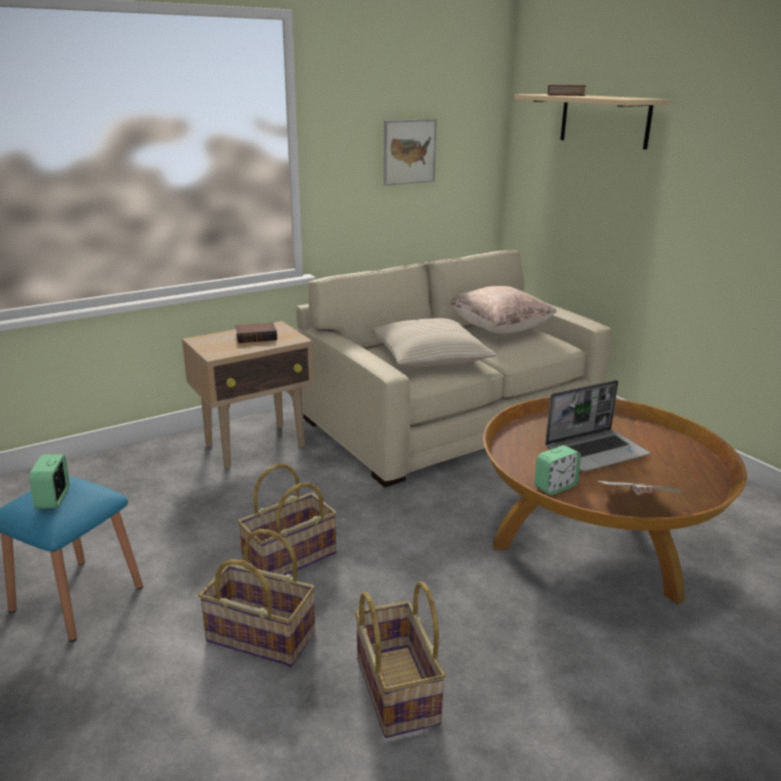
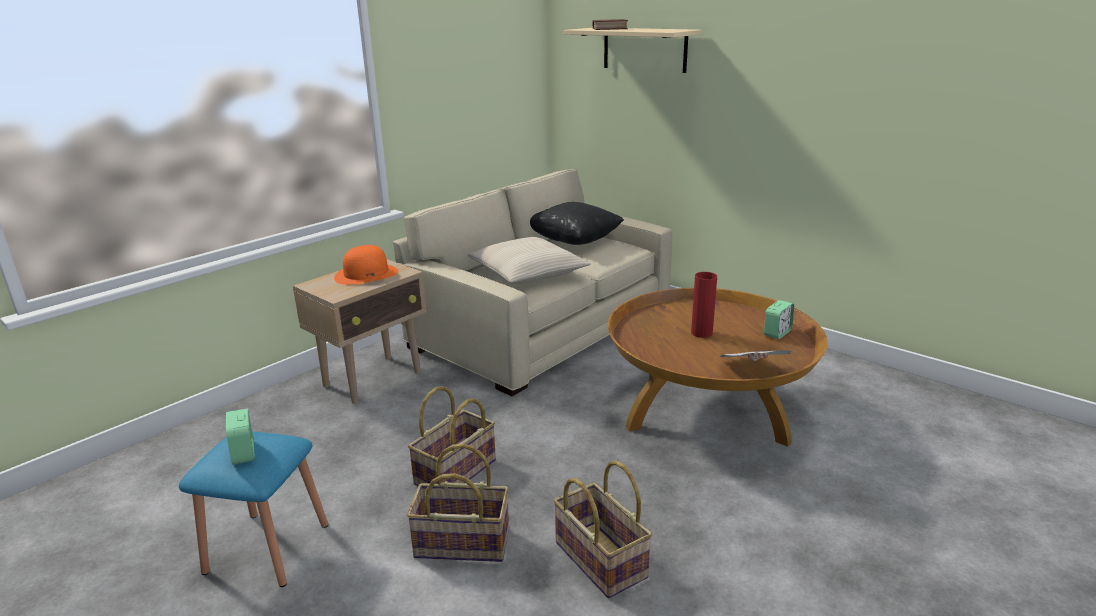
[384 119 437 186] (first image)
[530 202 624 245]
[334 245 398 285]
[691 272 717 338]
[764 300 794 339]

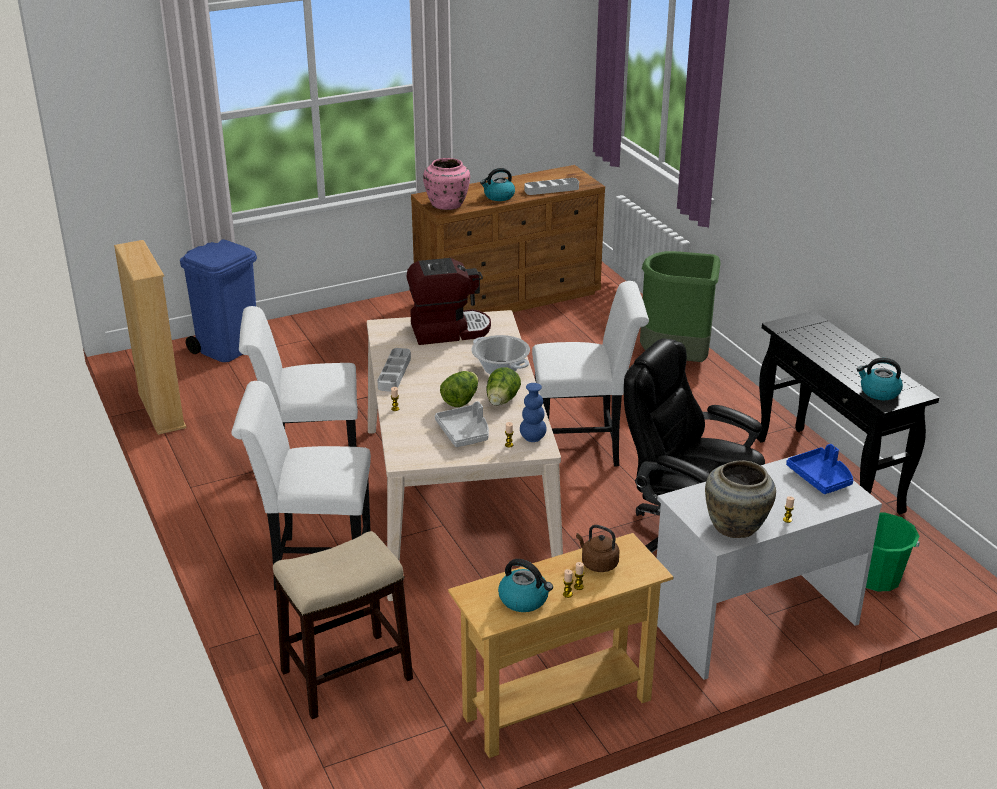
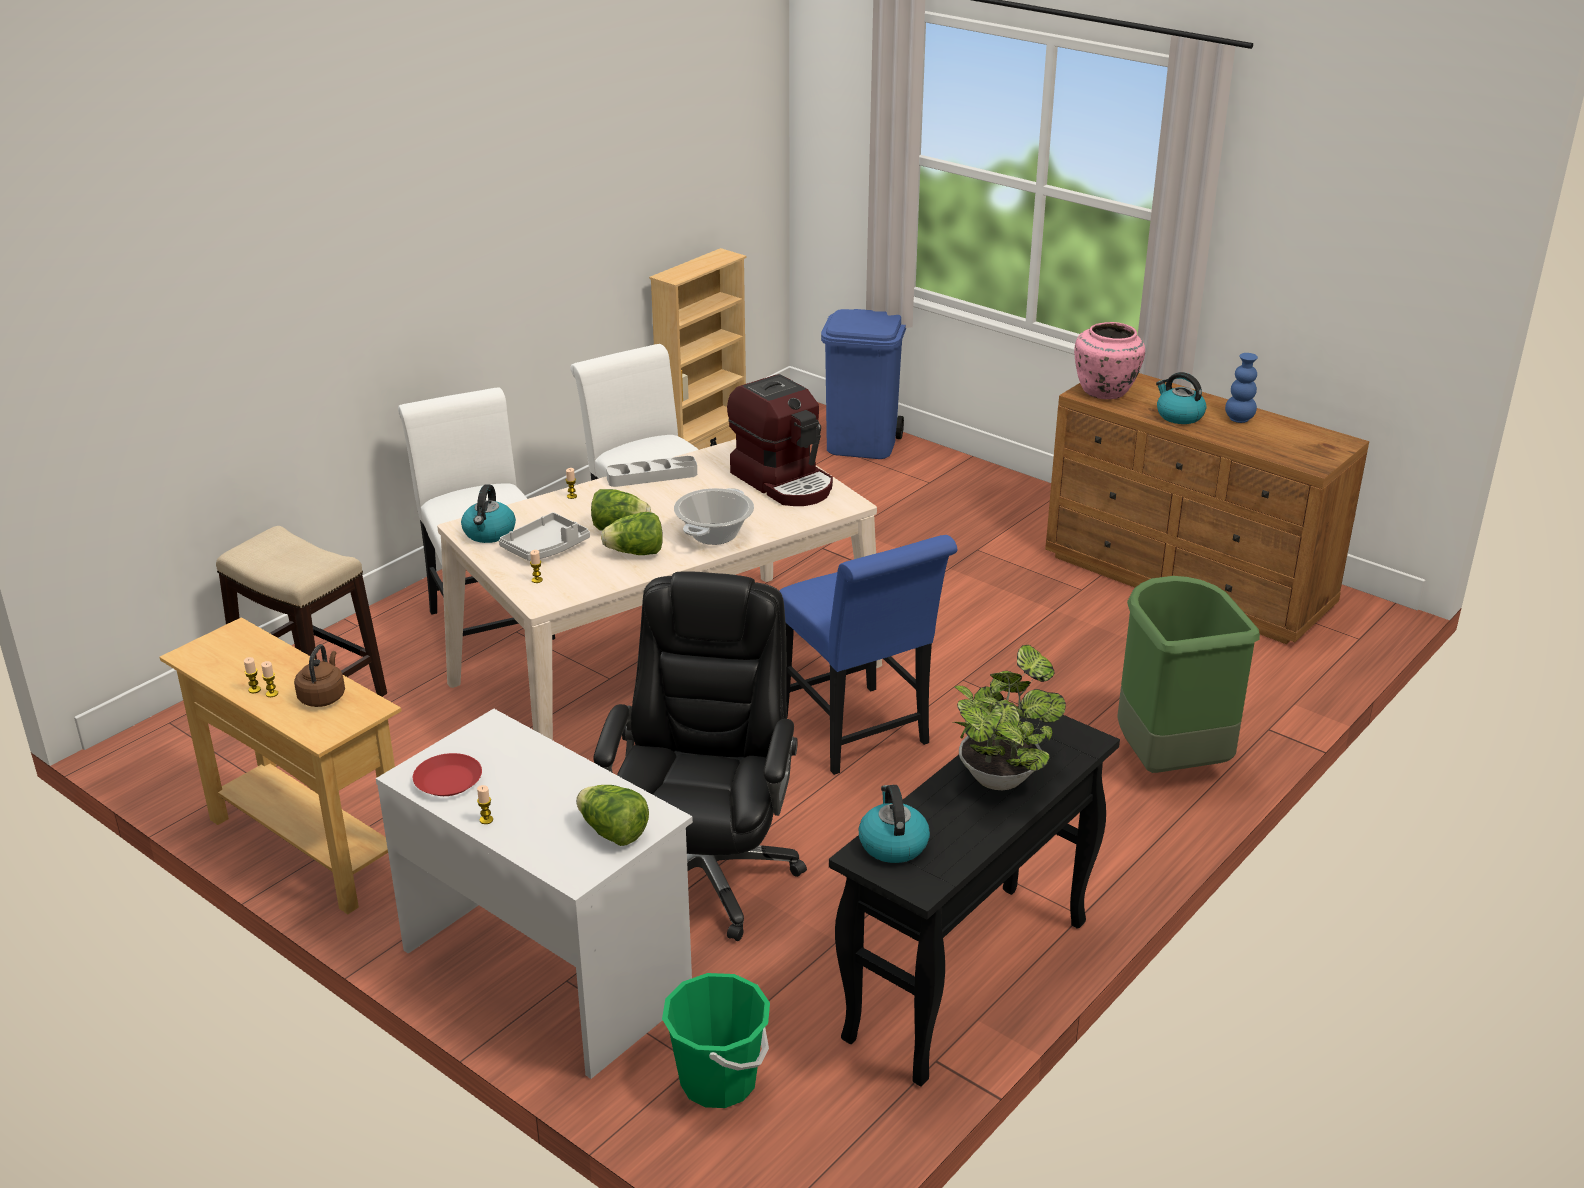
[525 178 579 195] (first image)
[779 535 957 775]
[1225 353 1258 423]
[576 785 649 846]
[413 753 482 796]
[461 484 516 543]
[952 645 1066 790]

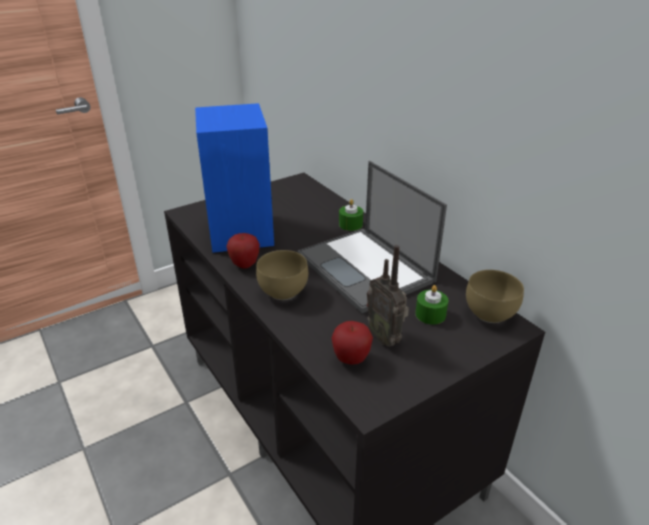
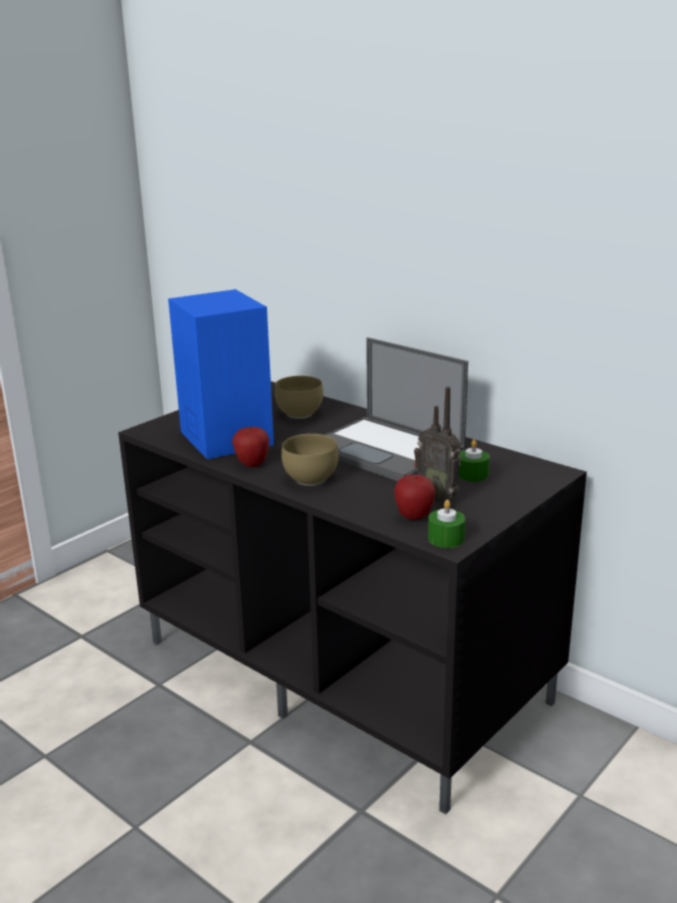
[428 500 465 548]
[275 376 323 419]

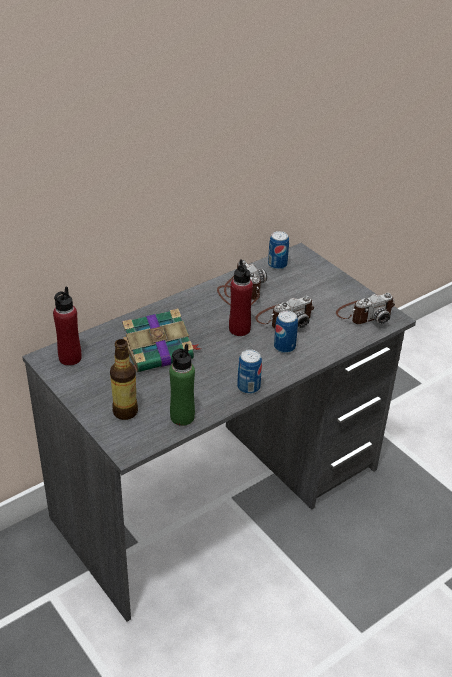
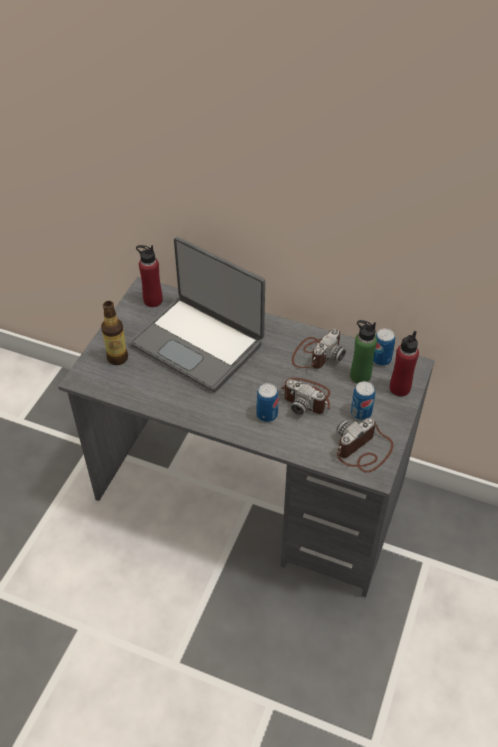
[390 331 419 396]
[337 418 393 472]
[130 237 265 392]
[350 320 377 384]
[351 381 375 420]

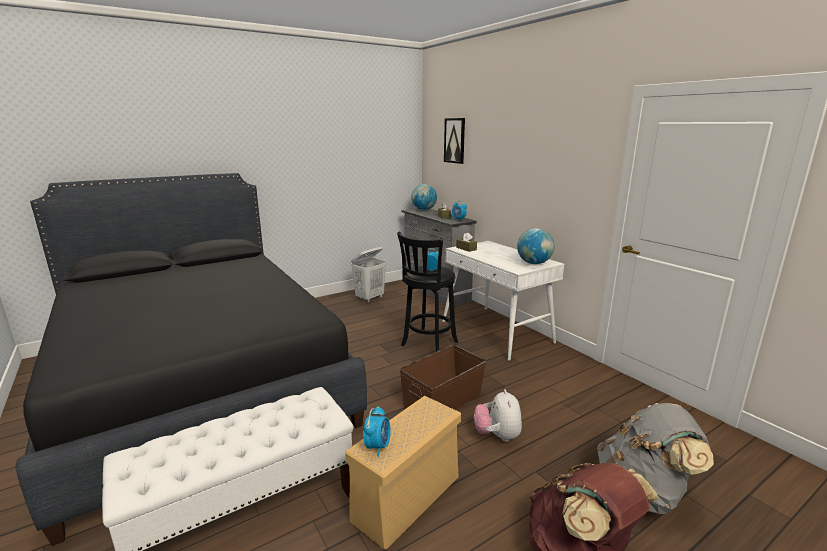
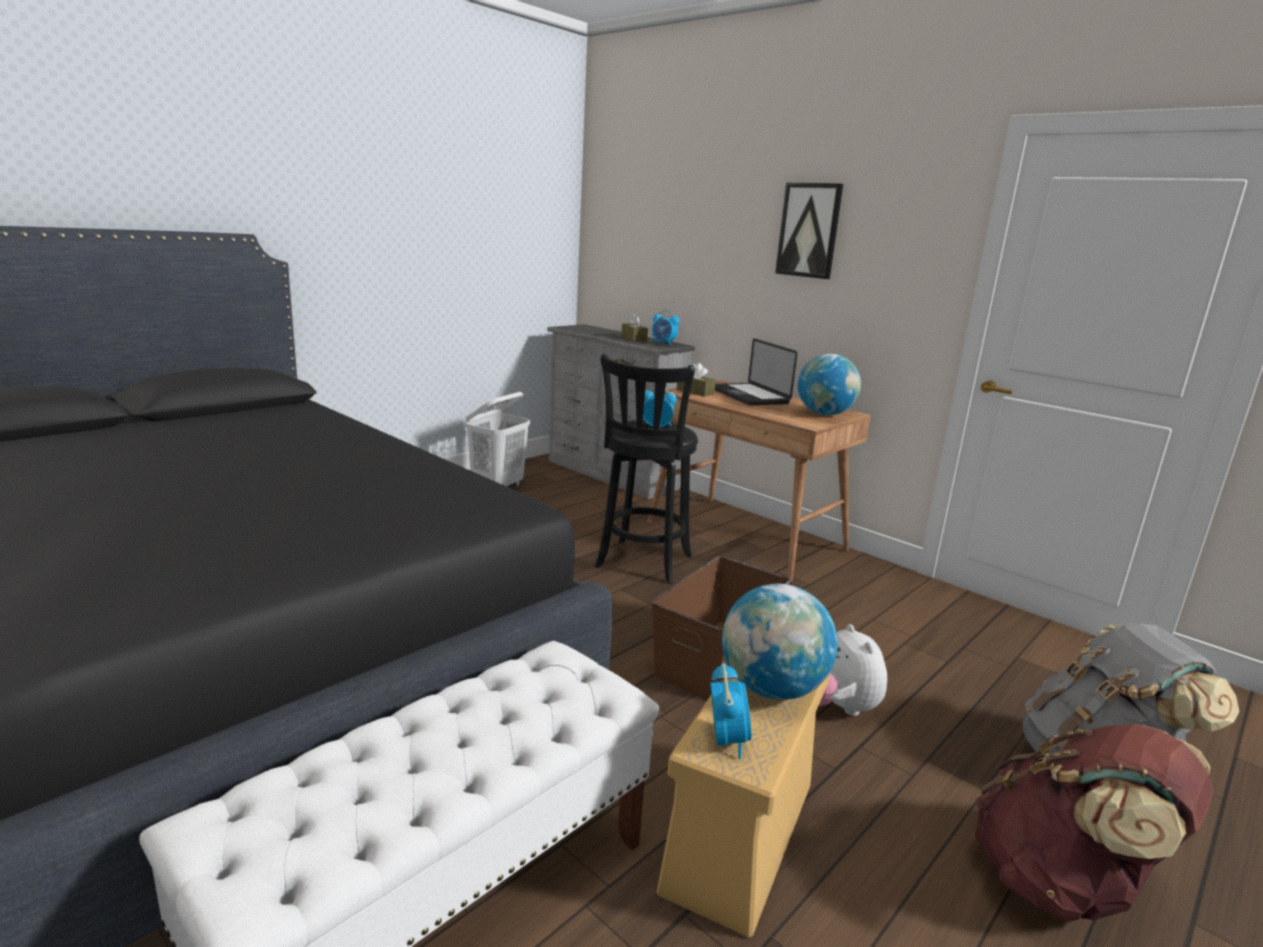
[775 183 843 279]
[722 584 838 700]
[647 380 871 582]
[715 338 798 406]

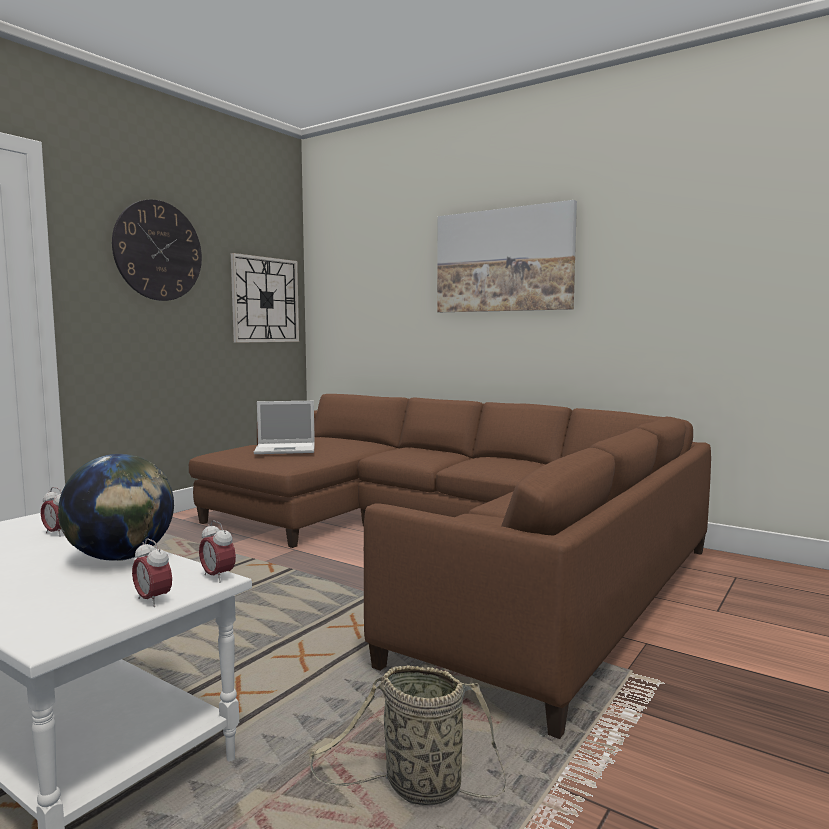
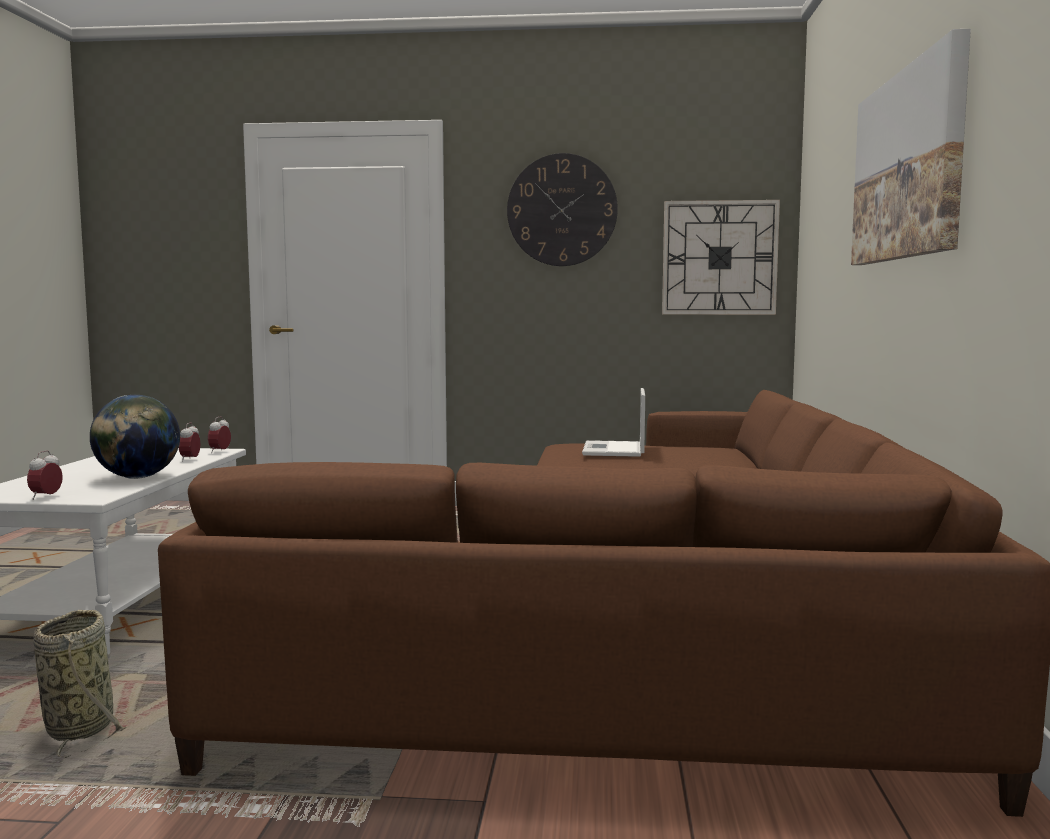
[582 388 645 457]
[208 416 231 453]

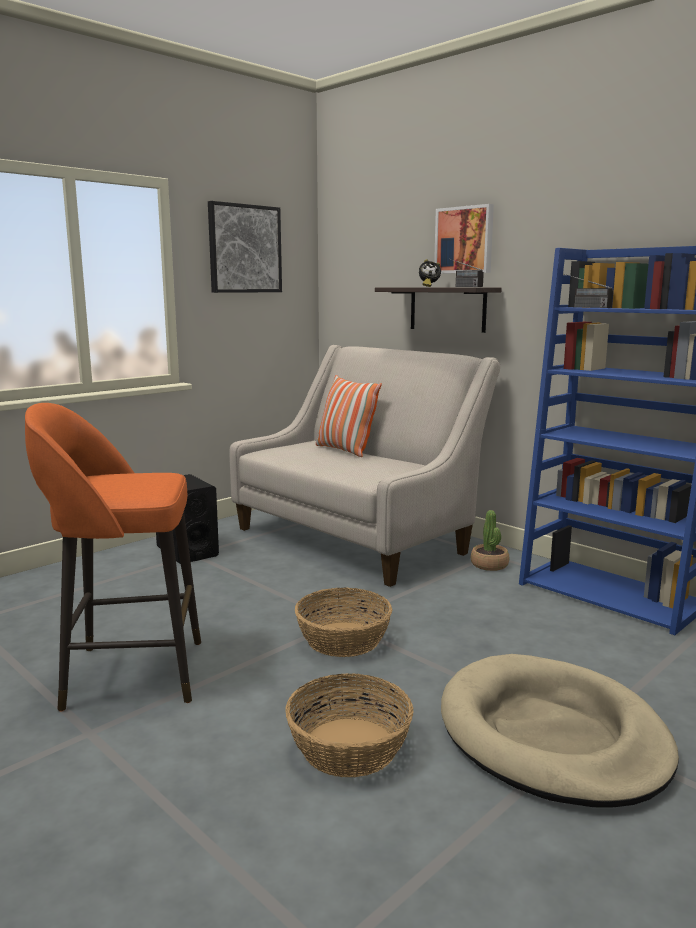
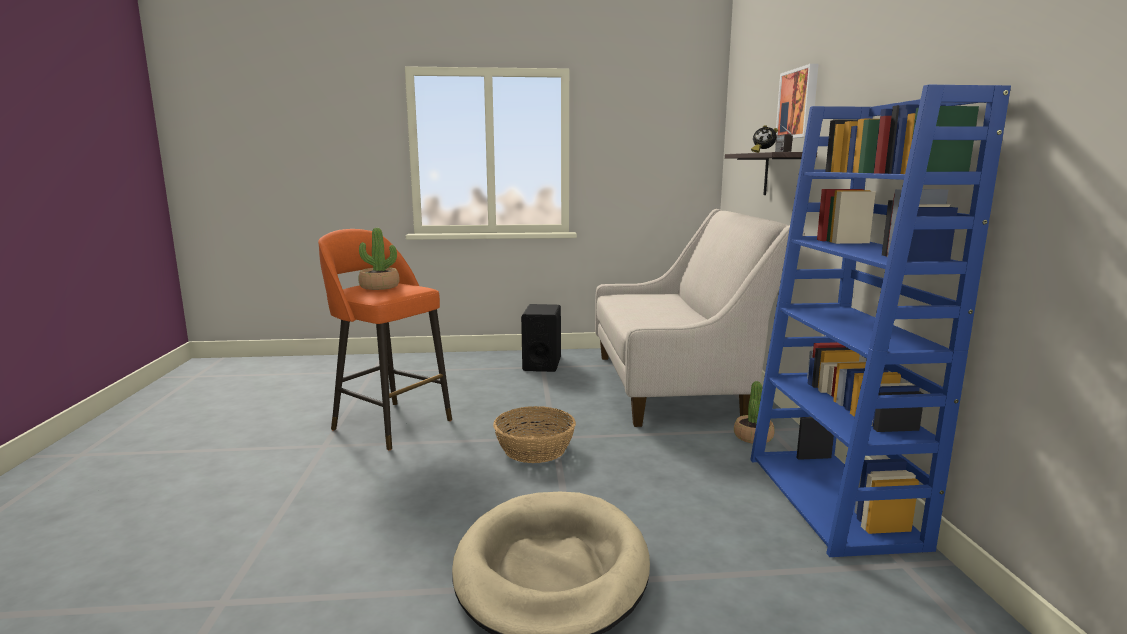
[208 201 282 293] (first image)
[565 274 613 308] (first image)
[316 375 382 457] (first image)
[285 673 413 777] (first image)
[358 228 400 290]

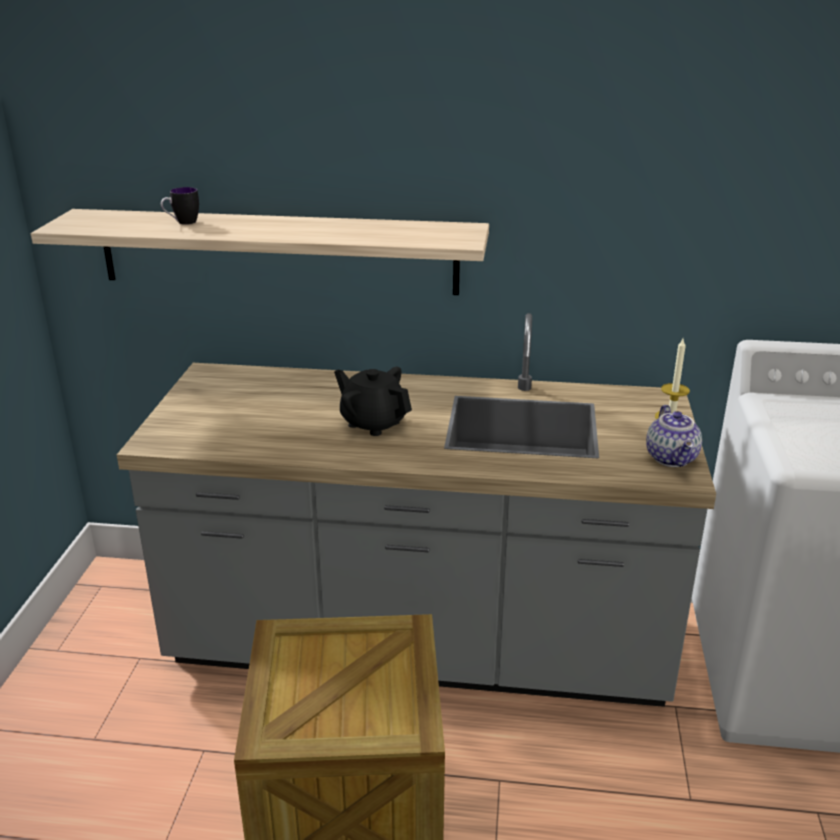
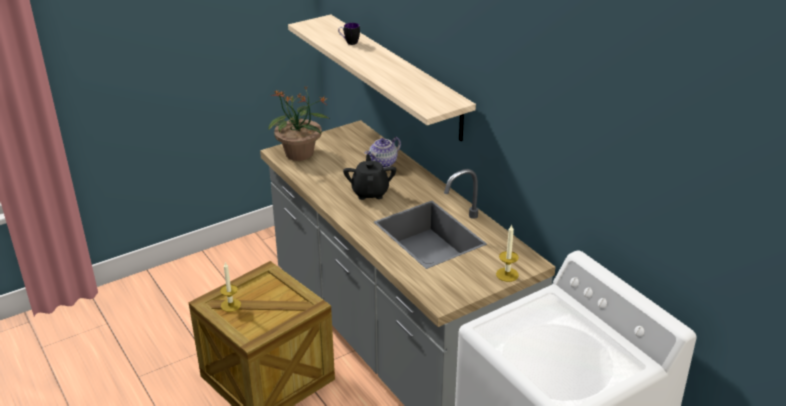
[365 137 401 168]
[268 86 330 161]
[220 262 241 312]

